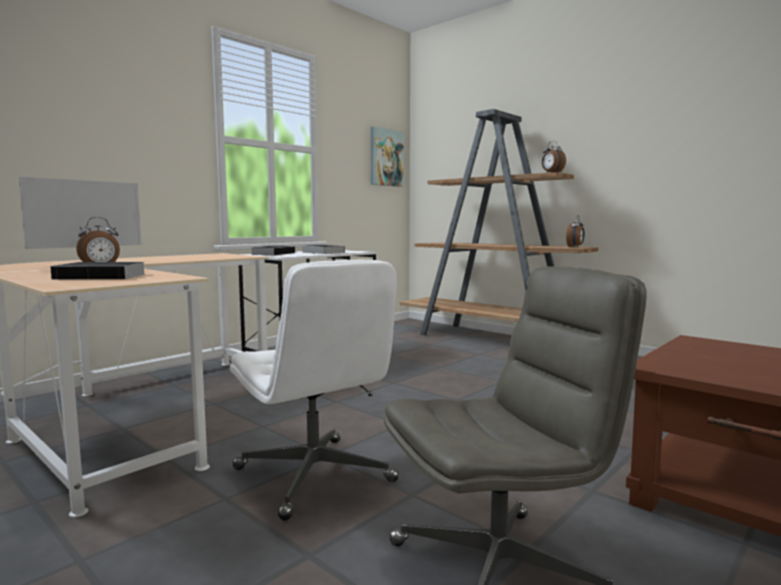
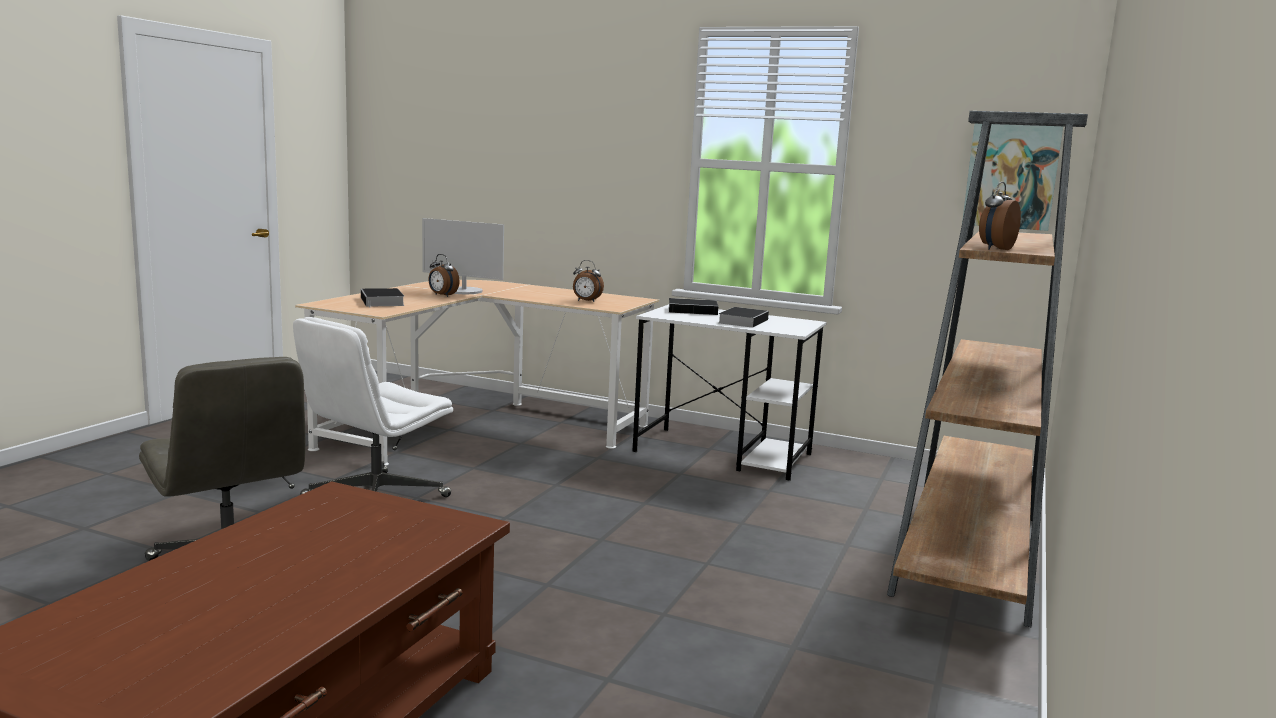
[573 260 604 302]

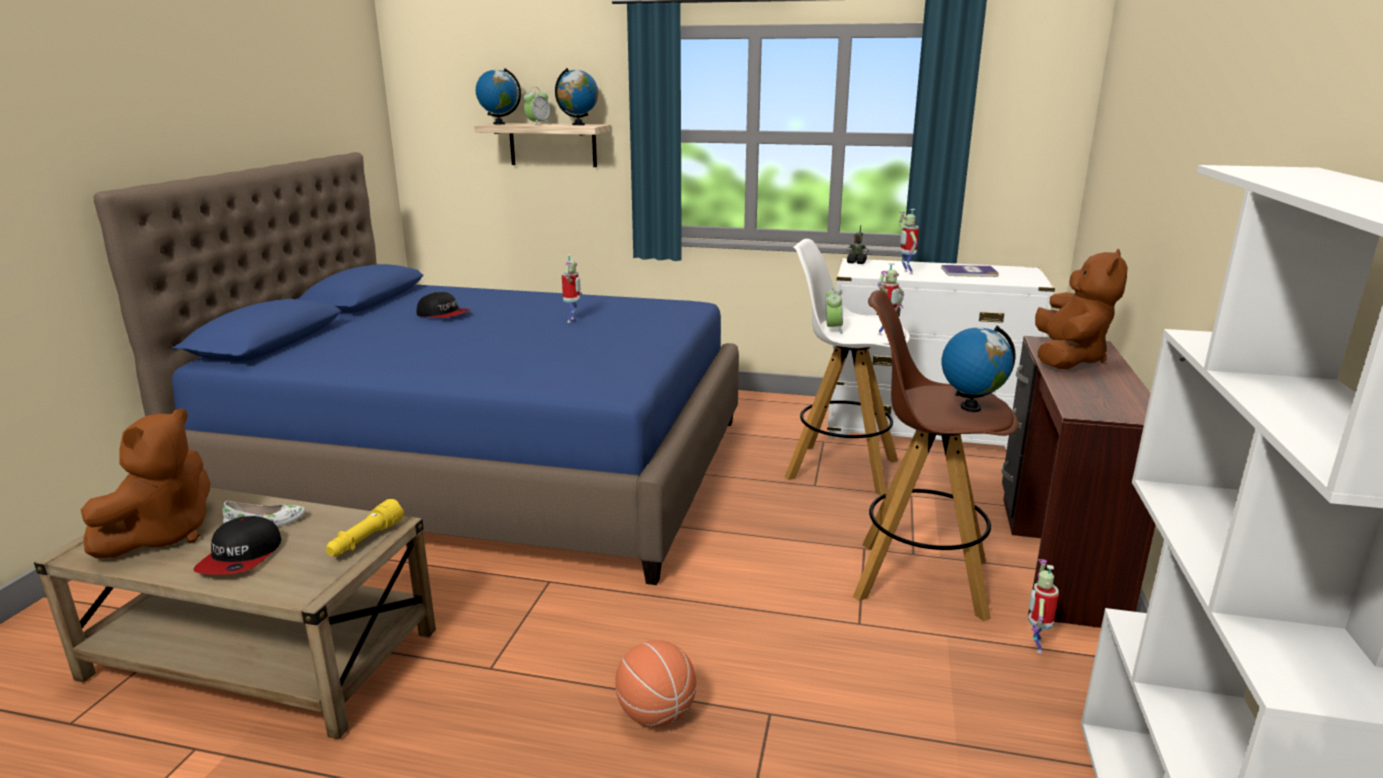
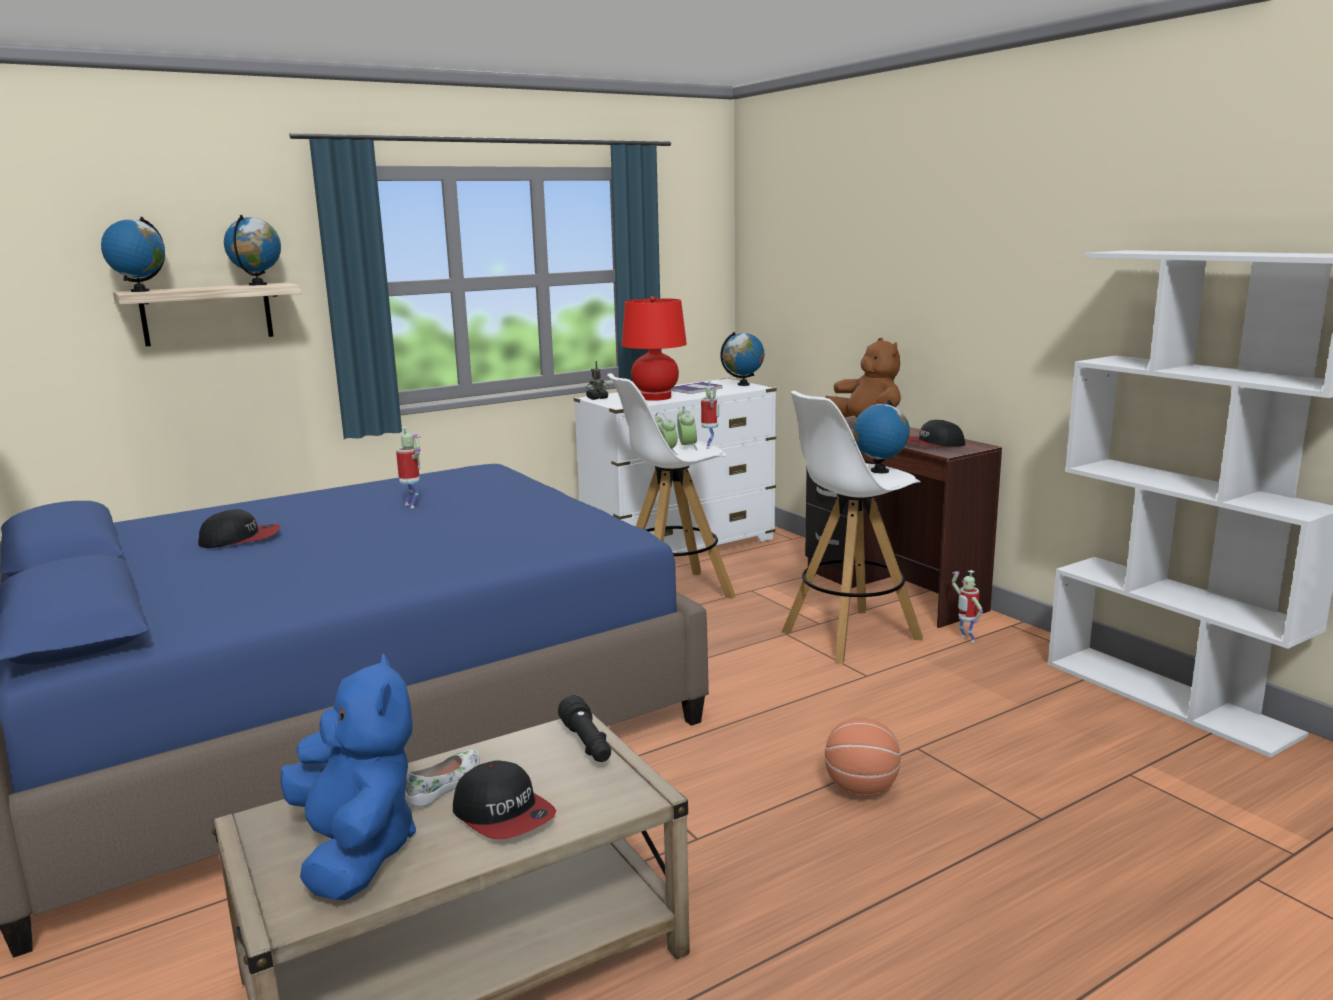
[677 406 698 450]
[622 297 687 401]
[781 391 923 664]
[281 653 416 900]
[558 695 611 762]
[720 332 764 386]
[908 420 965 447]

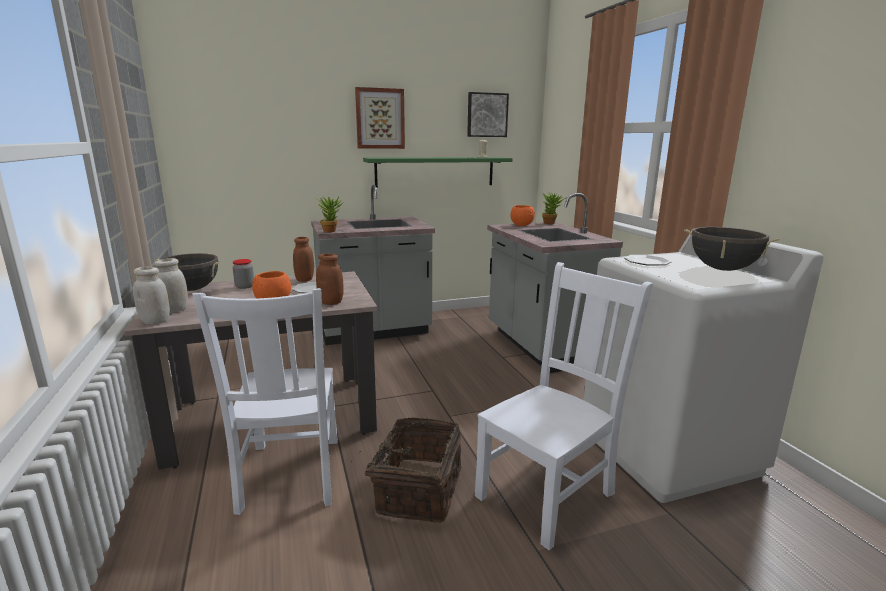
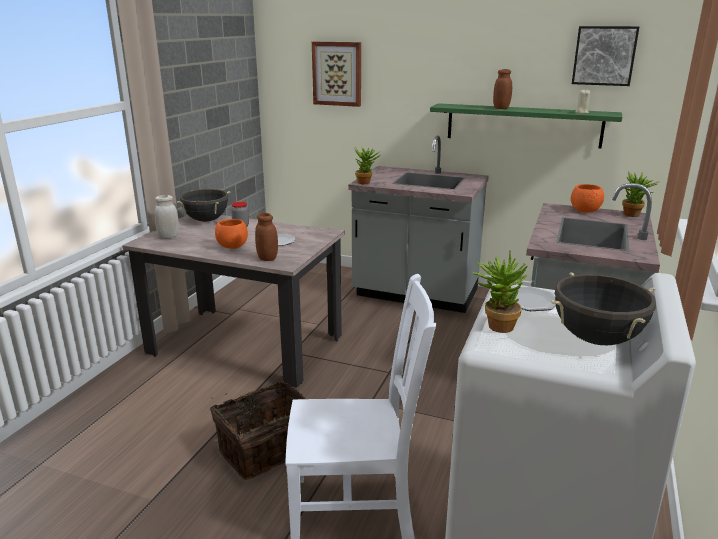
[312 42 361 107]
[493 69 512 109]
[133 267 170 325] (first image)
[192 288 338 515] (first image)
[473 251 528 333]

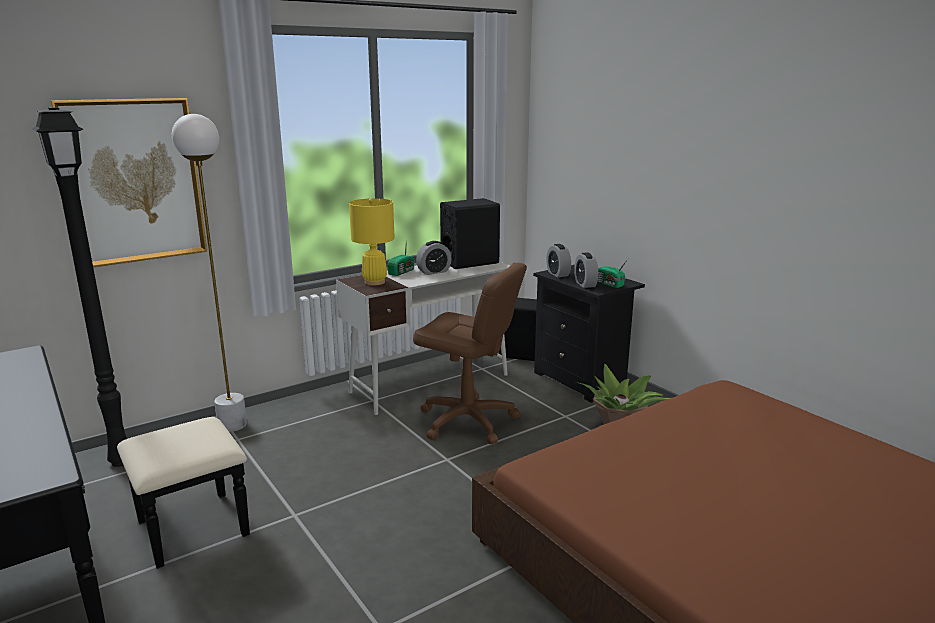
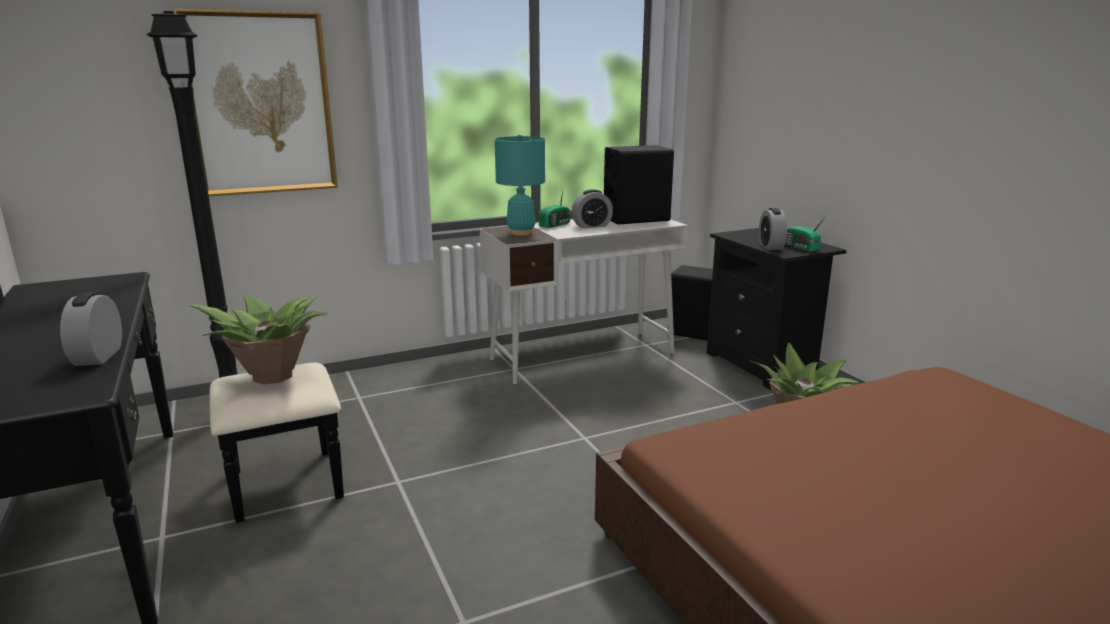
[172 114 247 432] (first image)
[495 134 545 236]
[60 292 122 366]
[413 263 527 444] (first image)
[189 296 327 384]

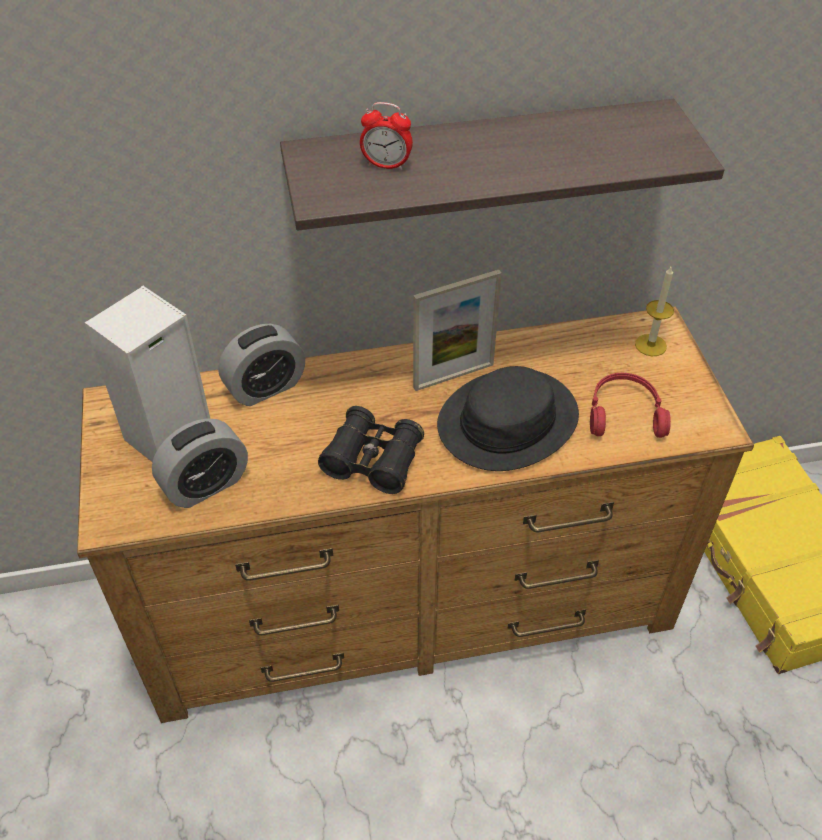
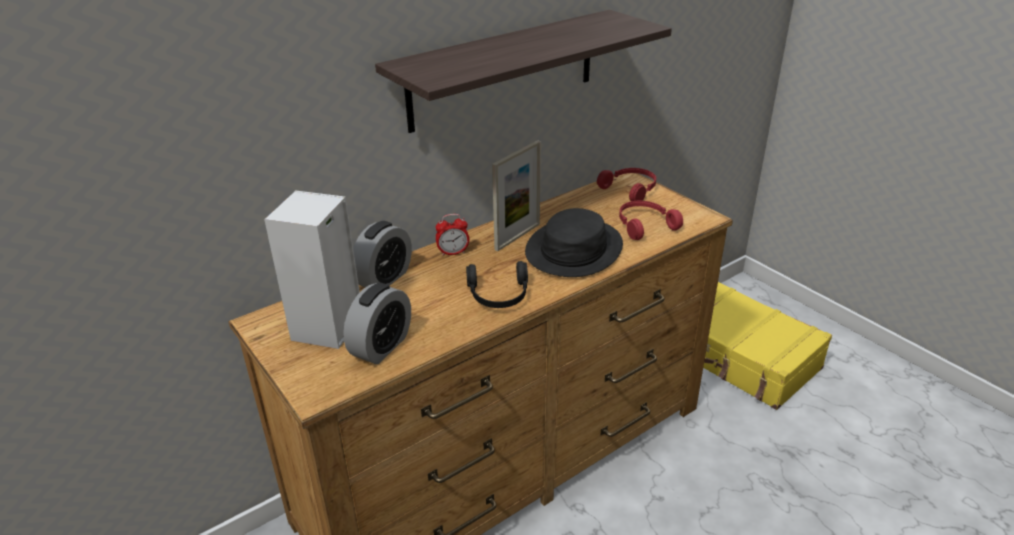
[436 214 469 256]
[597 168 656 201]
[466 261 528 308]

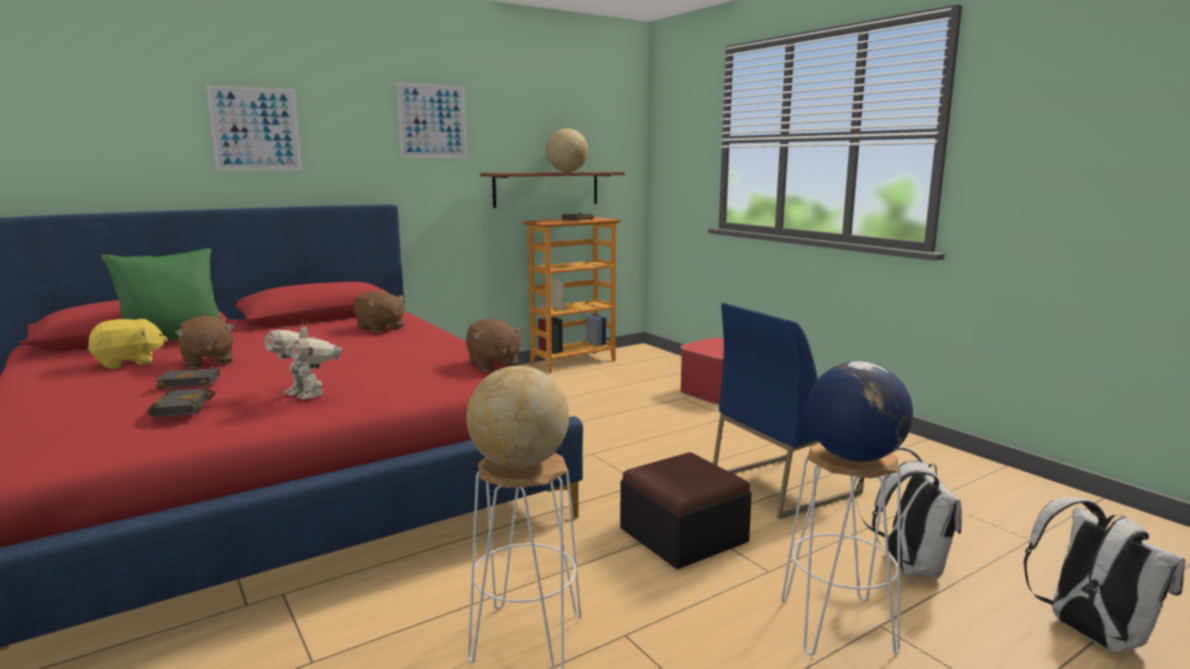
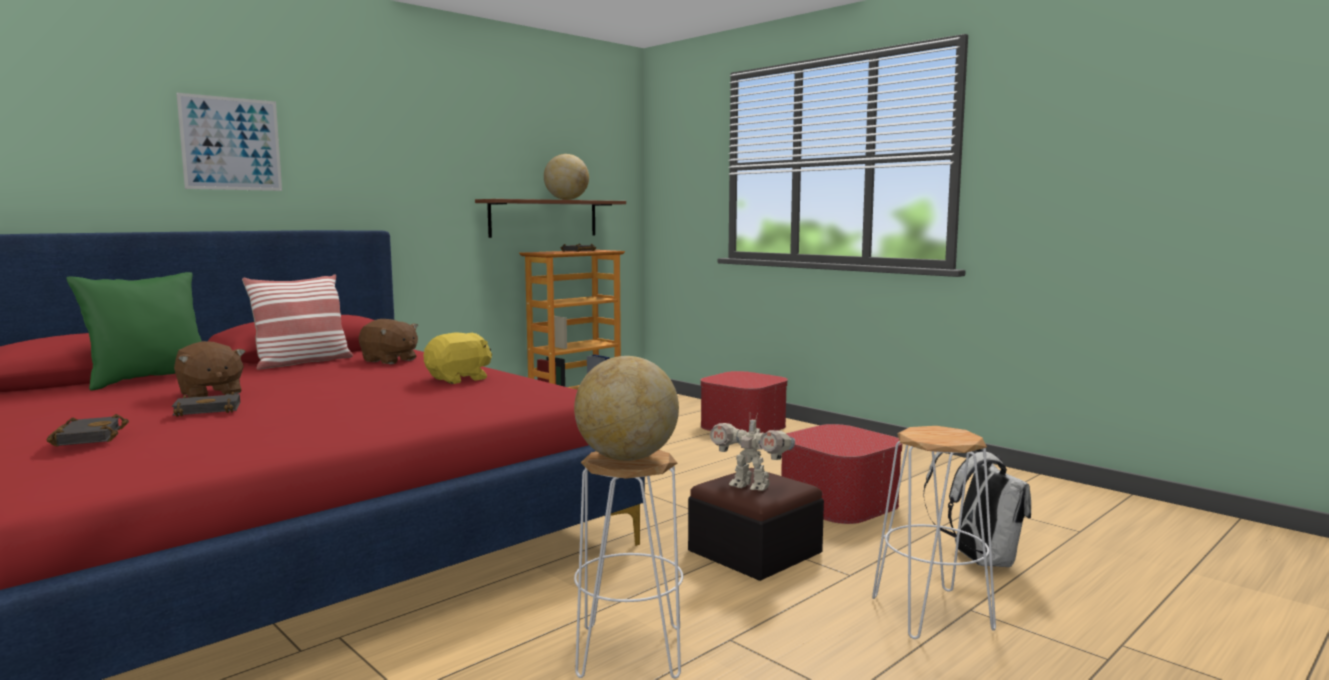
[396 82 467 158] (first image)
[781 424 902 524]
[466 318 523 371] (first image)
[423 333 492 384]
[710 413 795 491]
[807 361 913 462] (first image)
[46 414 129 447]
[1023 497 1185 652] (first image)
[242 274 353 370]

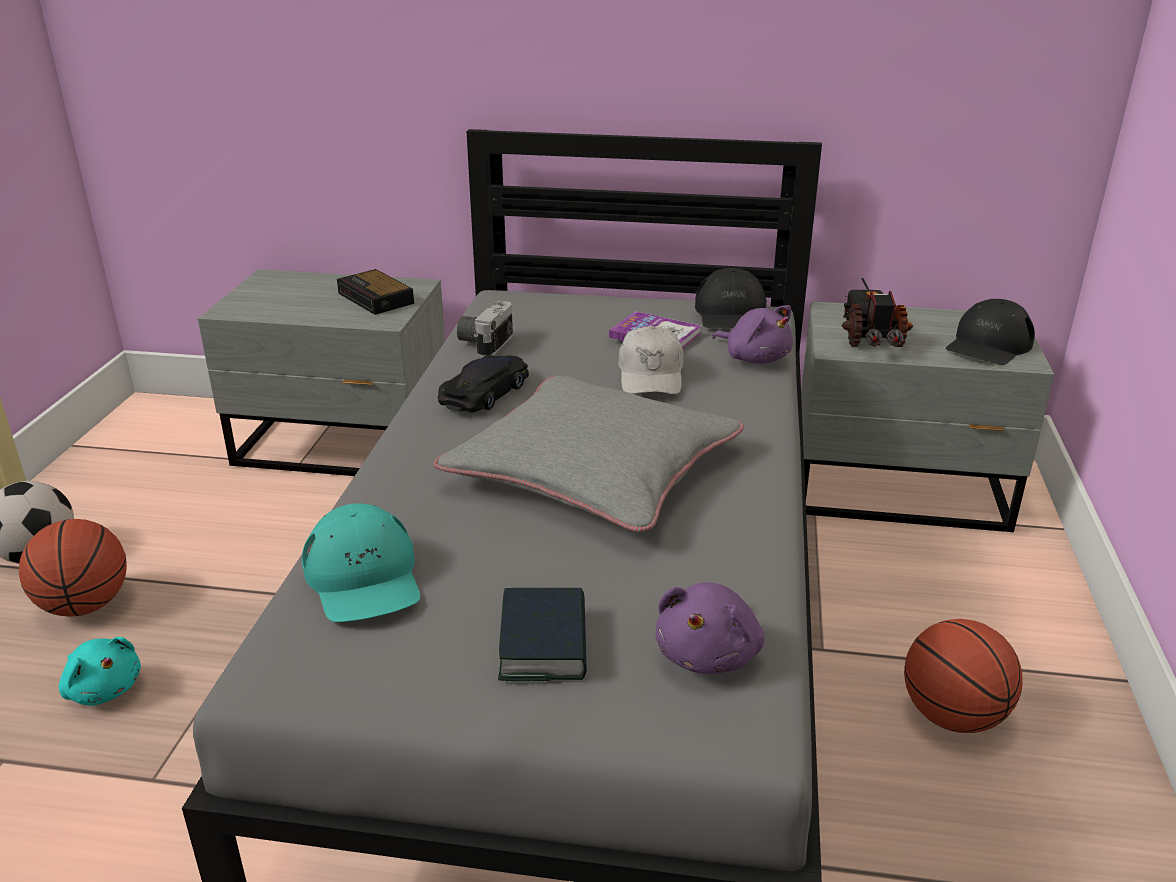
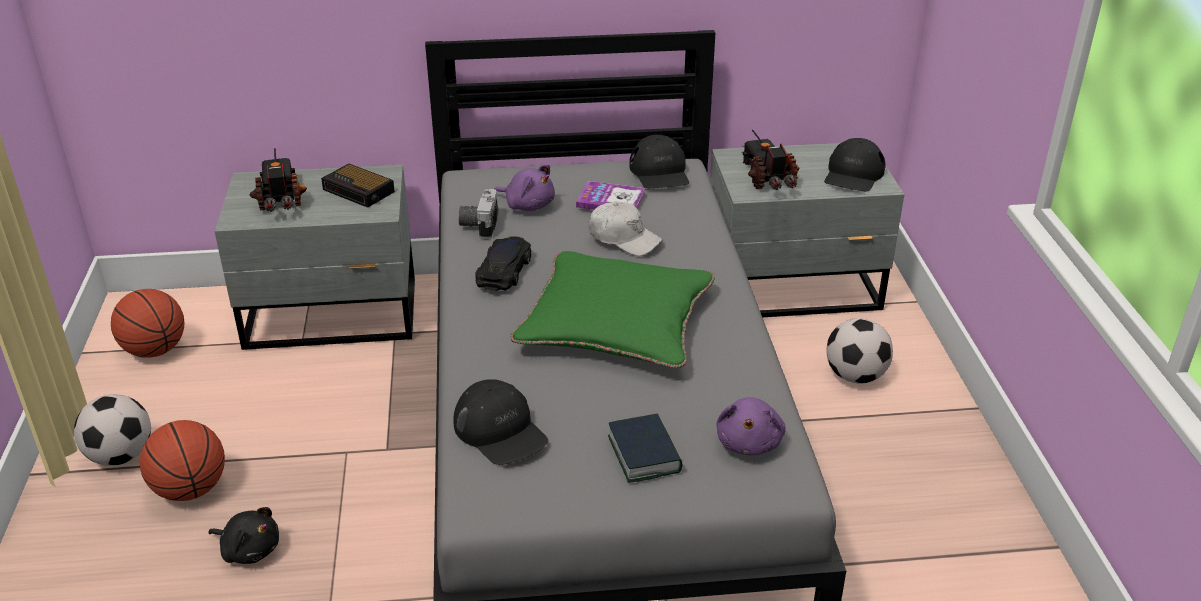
[494 164 555 211]
[588 201 663 256]
[510 251 715 368]
[453 379 548 465]
[111 289 184 357]
[209 507 279 564]
[250 148 307 212]
[827 318 893 384]

